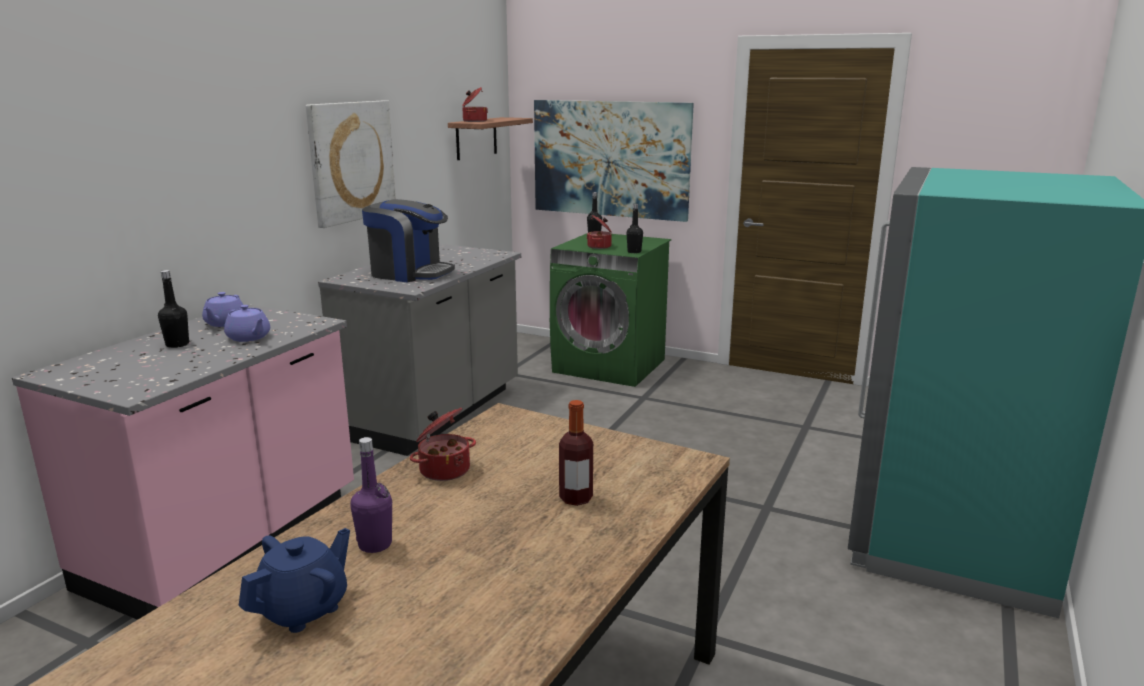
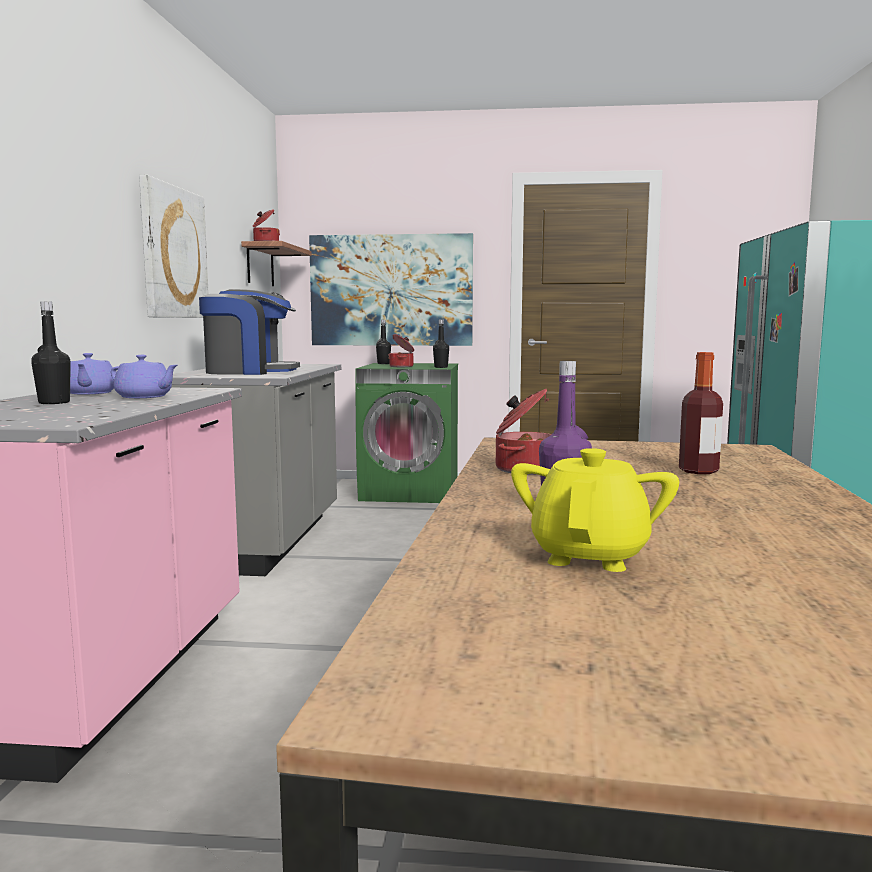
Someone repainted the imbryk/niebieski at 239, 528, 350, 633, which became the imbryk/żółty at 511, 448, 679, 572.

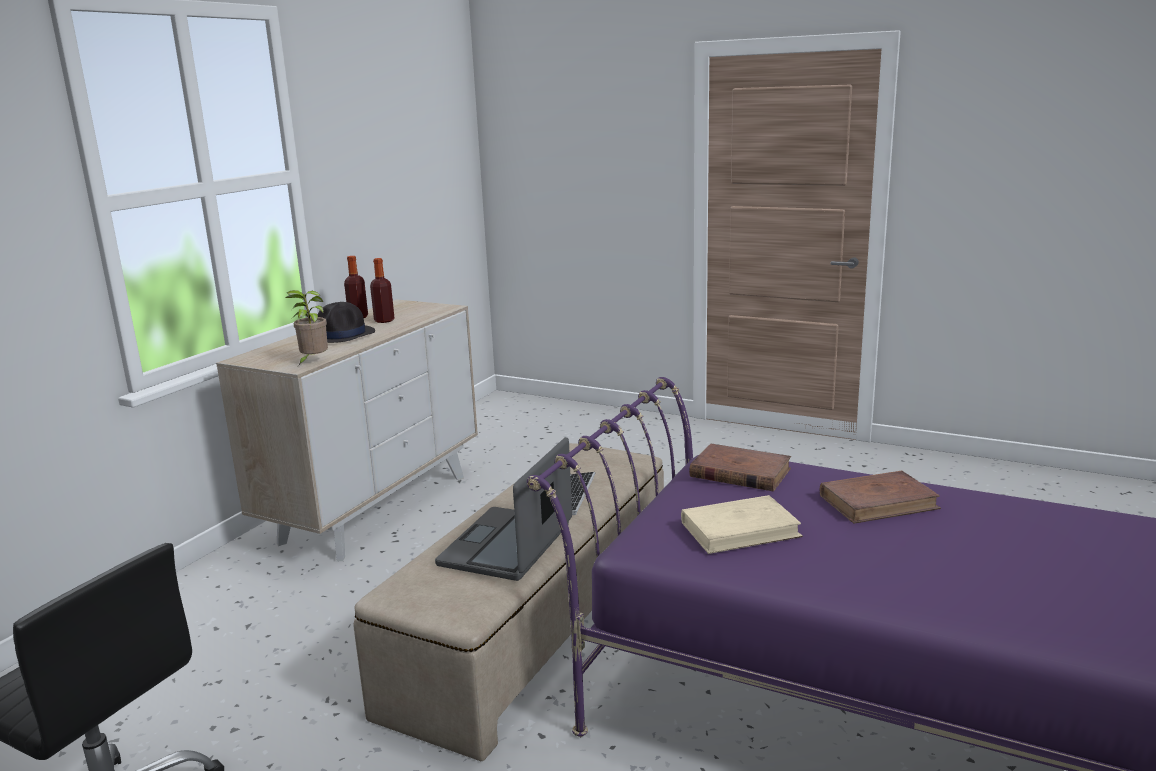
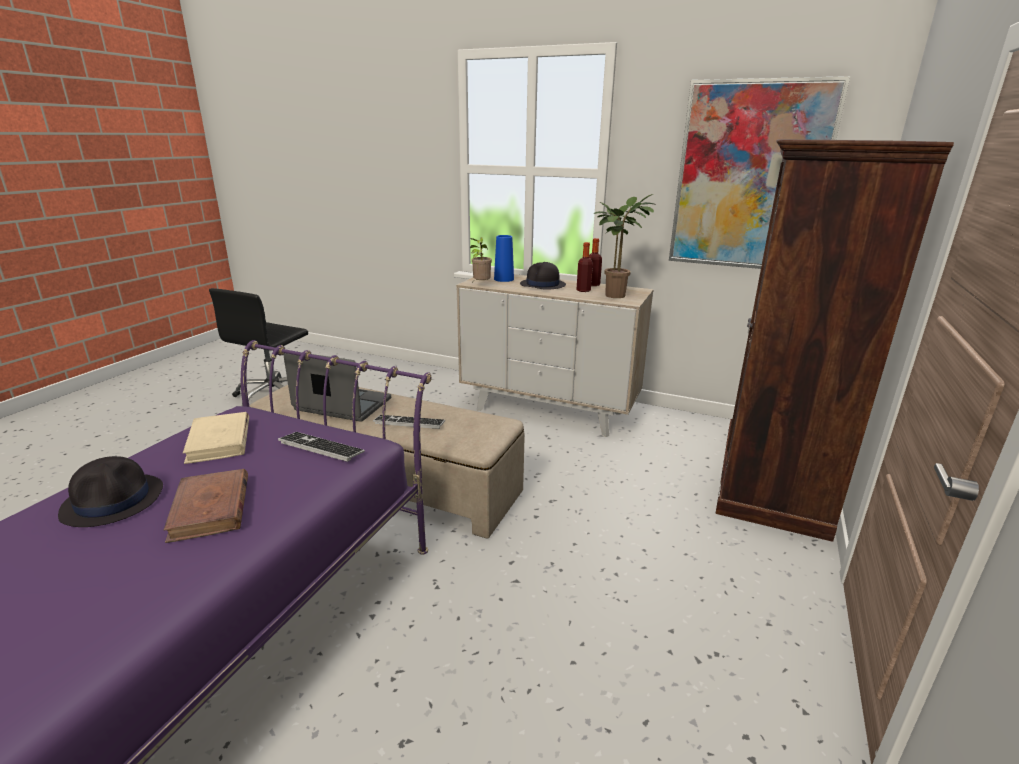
Someone put down the kapelusz/czarny at 58, 456, 163, 527.
Someone put down the wazon/niebieski at 494, 235, 514, 282.
Someone put down the roślina doniczkowa at 594, 194, 654, 298.
Someone put up the obraz at 669, 76, 850, 269.
Someone put down the szafa/brązowy at 716, 139, 954, 542.
Someone swapped the książka/brązowy at 689, 444, 791, 492 for the klawiatura at 278, 432, 365, 462.

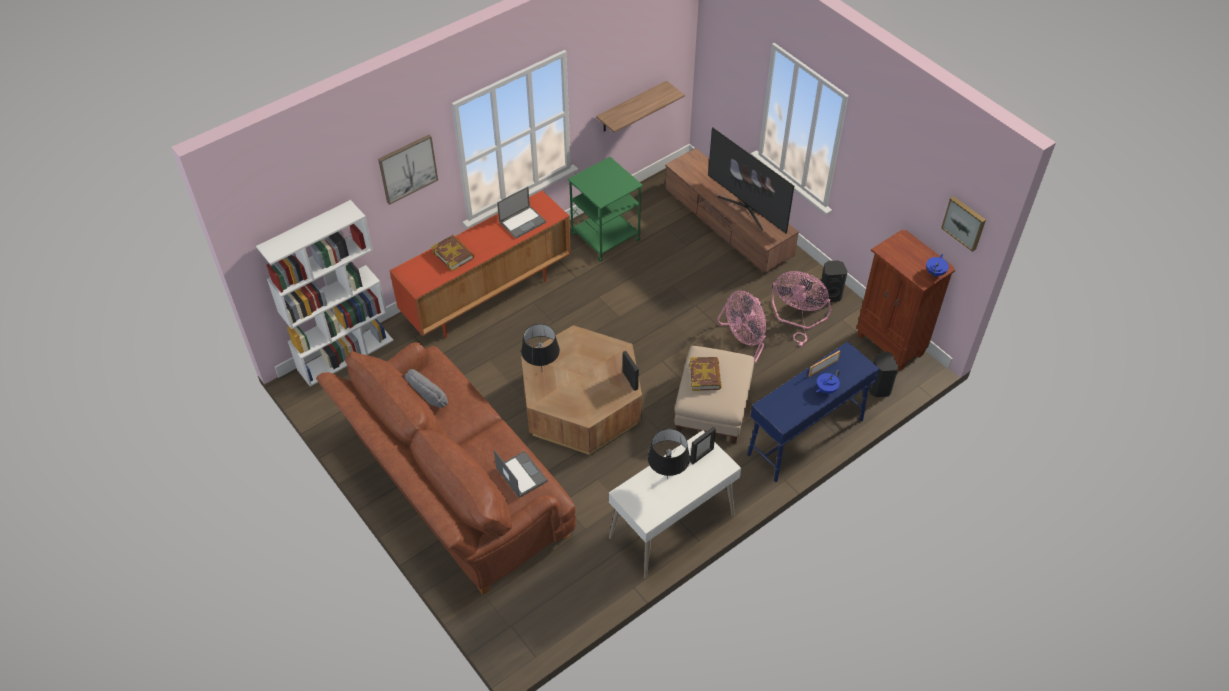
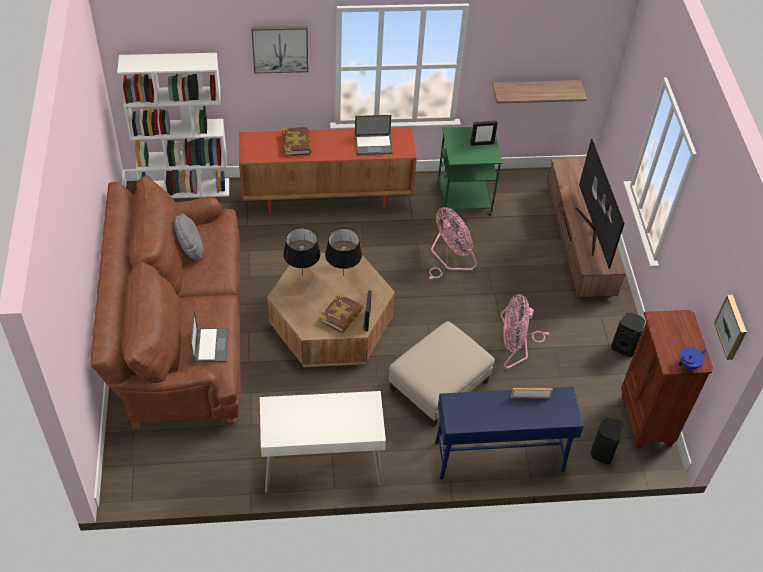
Someone took away the imbryk/niebieski at 816, 370, 840, 394.
Someone carried the lampa stołowa/czarny from 647, 429, 690, 479 to 325, 228, 362, 270.
Someone carried the książka from 689, 357, 721, 391 to 320, 293, 363, 333.
Someone carried the ramka na zdjęcie from 690, 427, 716, 465 to 470, 121, 498, 146.
Someone carried the wentylator/różowy from 772, 271, 831, 347 to 429, 207, 477, 280.

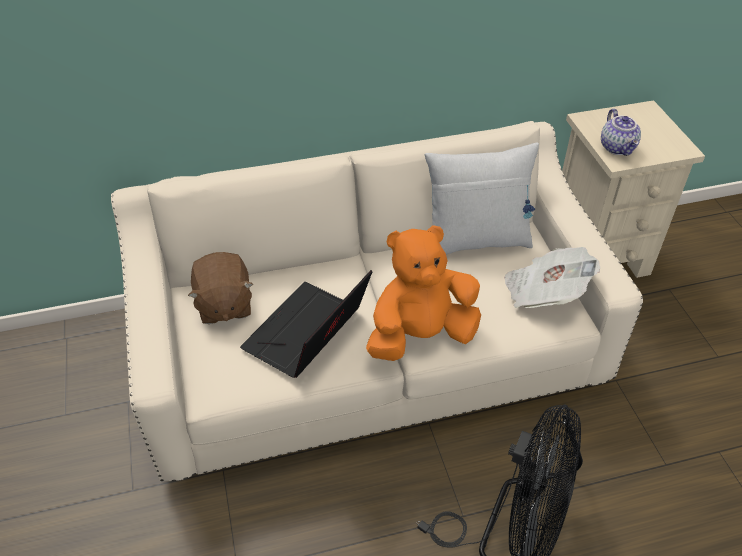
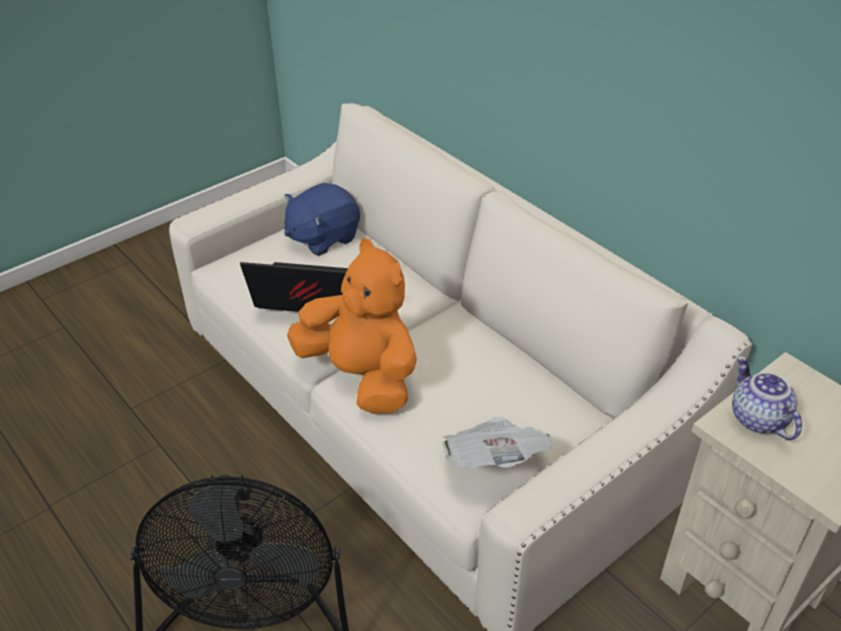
Someone took away the poduszka/szary at 425, 143, 539, 254.
Someone repainted the pluszak/brązowy at 188, 252, 253, 324, which became the pluszak/niebieski at 284, 183, 360, 256.
Someone rotated the imbryk at 601, 109, 641, 156 by 105 degrees clockwise.

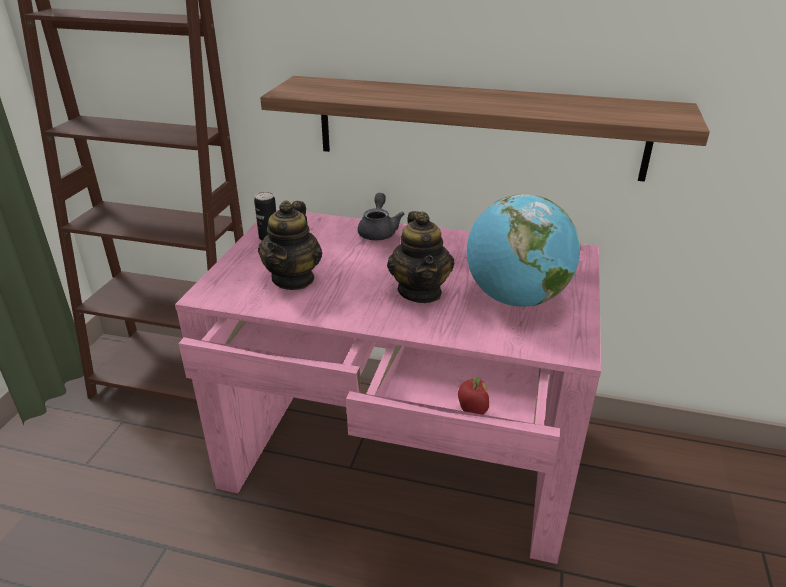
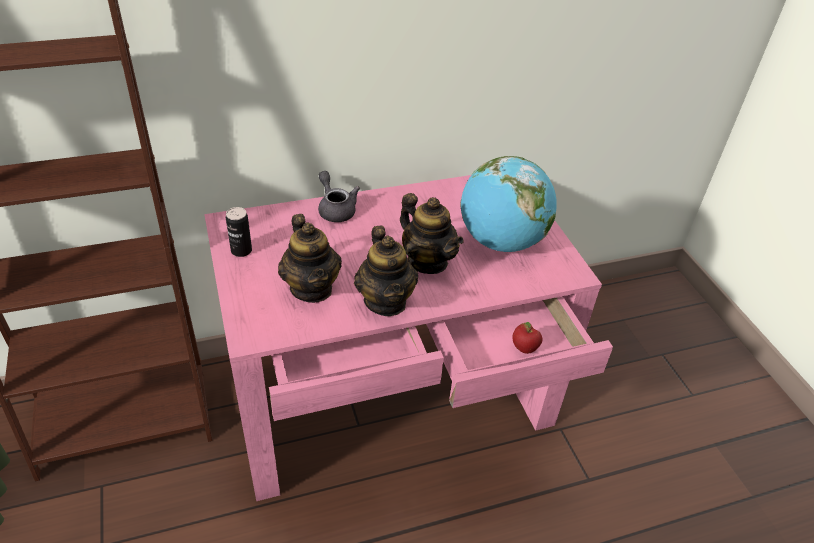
Someone took away the półka at 260, 76, 710, 182.
Someone put down the imbryk at 354, 226, 418, 316.

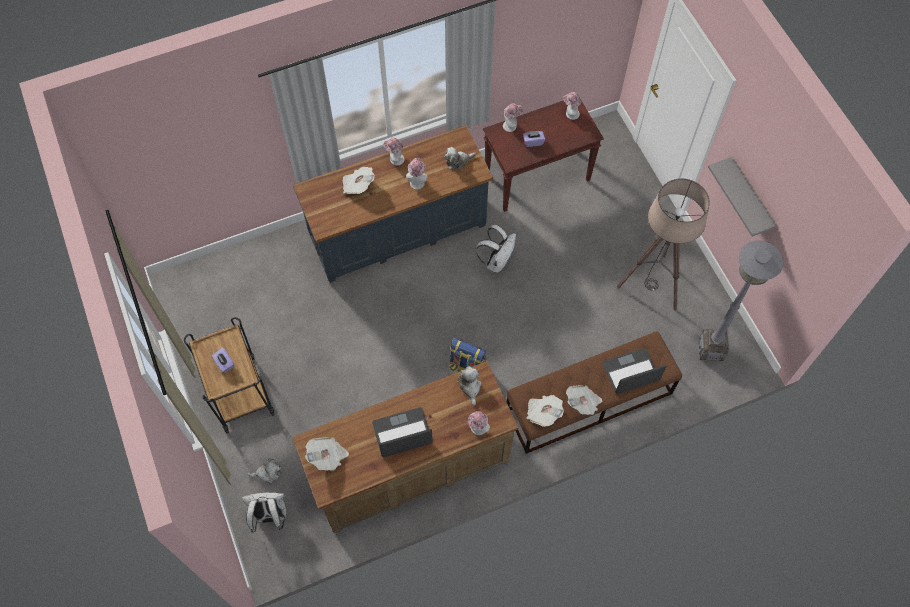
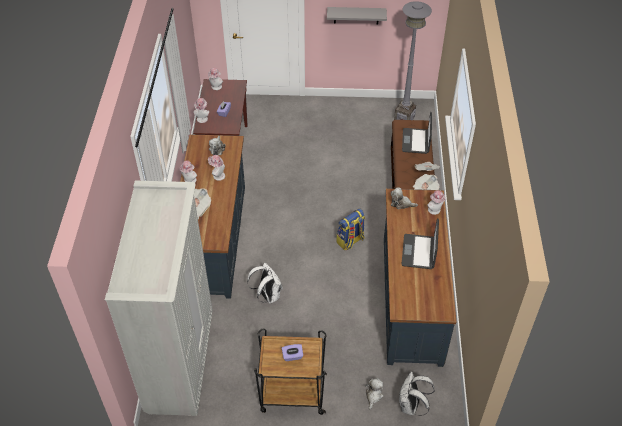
Someone took away the gazeta at 305, 437, 349, 471.
Someone took away the lampa stojąca at 617, 179, 710, 311.
Someone put down the szafa/biały at 105, 181, 213, 416.
Someone carried the plecak/biały from 475, 225, 516, 273 to 247, 263, 283, 303.

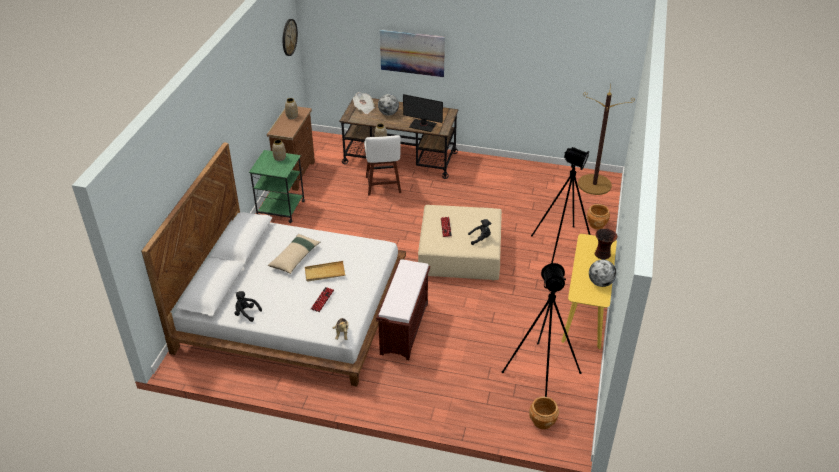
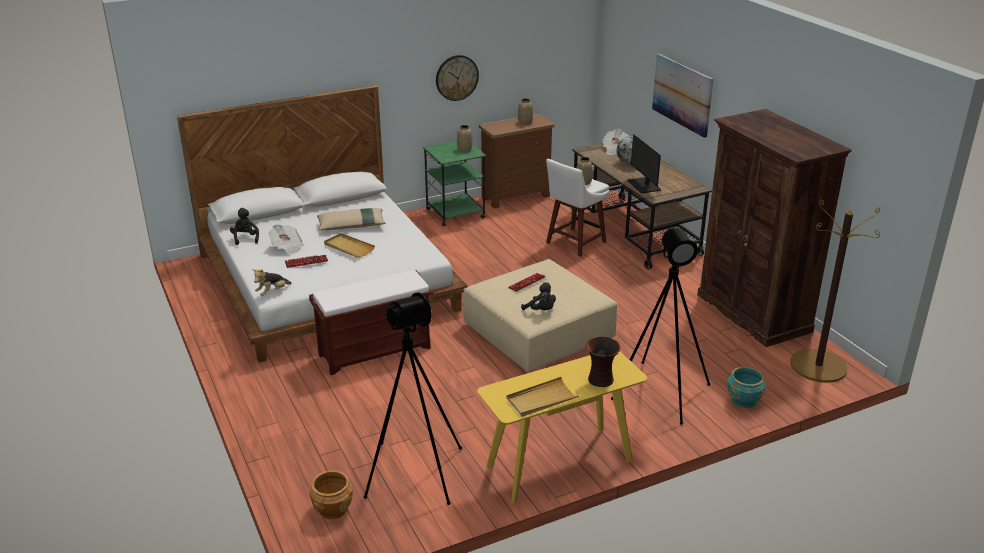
Someone put down the gazeta at 268, 224, 304, 255.
Someone put down the szafa/brązowy at 697, 109, 852, 347.
Someone carried the zegar ścienny from 283, 19, 298, 56 to 436, 55, 479, 101.
Someone swapped the globus at 589, 260, 617, 287 for the taca/beżowy at 506, 377, 579, 417.
Someone repainted the donica/brązowy at 587, 204, 610, 229, which became the donica/turkusowy at 728, 367, 766, 408.

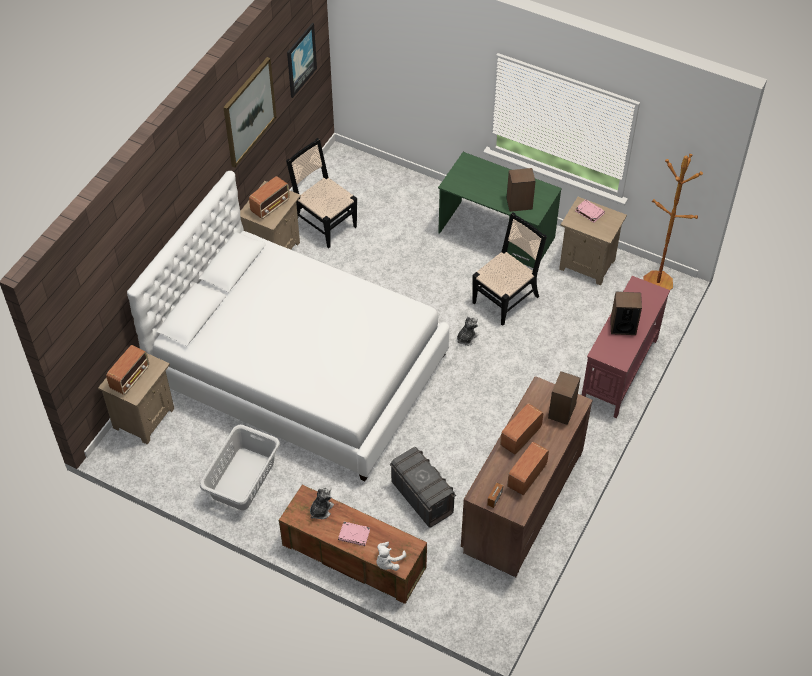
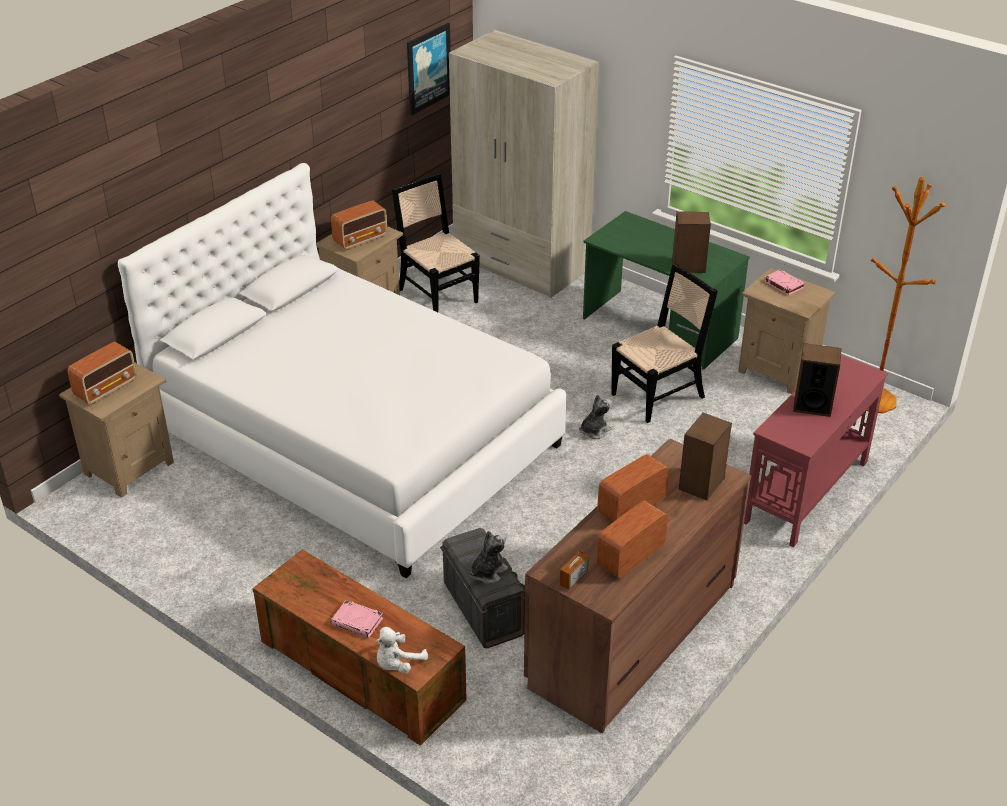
Someone took away the kosz na pranie/szary at 200, 425, 280, 510.
Someone took away the obraz at 223, 57, 277, 168.
Someone put down the szafa/beżowy at 449, 30, 599, 298.
Someone carried the pluszak from 310, 486, 334, 519 to 470, 531, 508, 584.

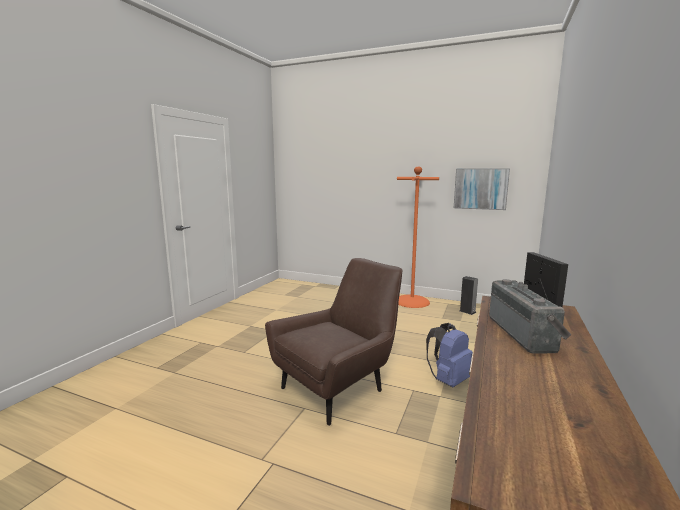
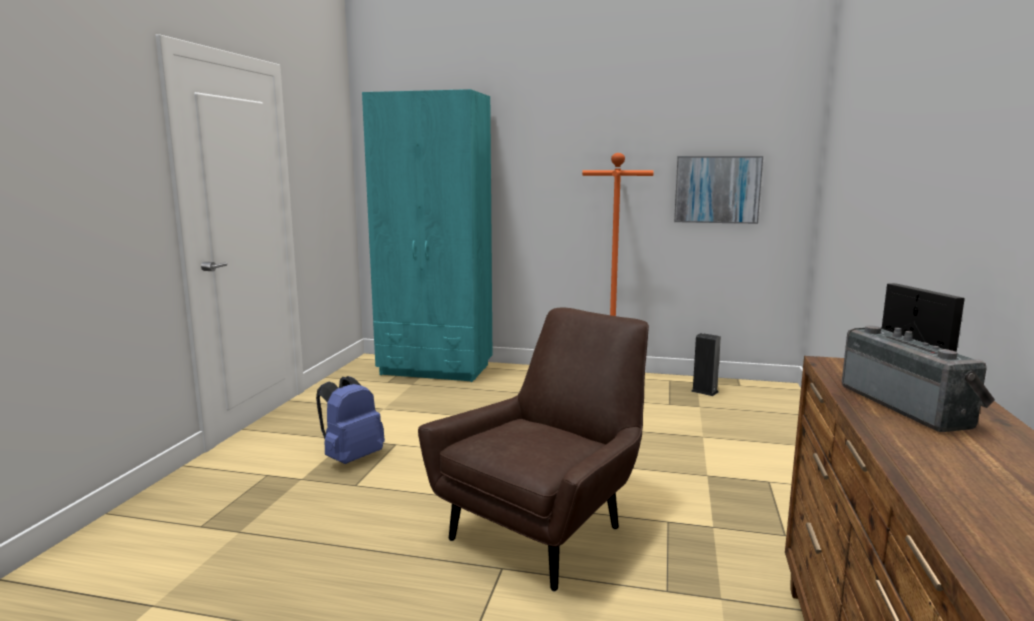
Someone put down the szafa/turkusowy at 362, 89, 492, 382.
Someone carried the plecak/niebieski from 426, 323, 473, 387 to 316, 376, 385, 464.

